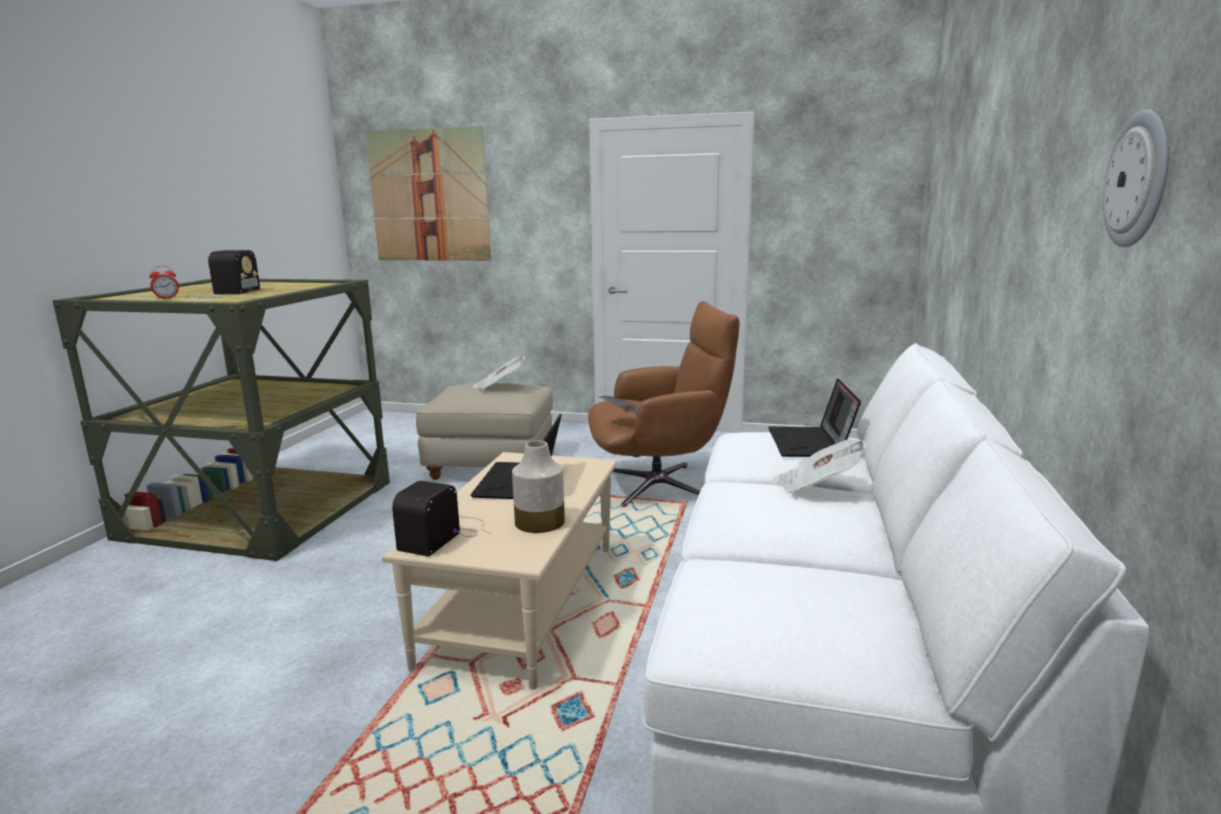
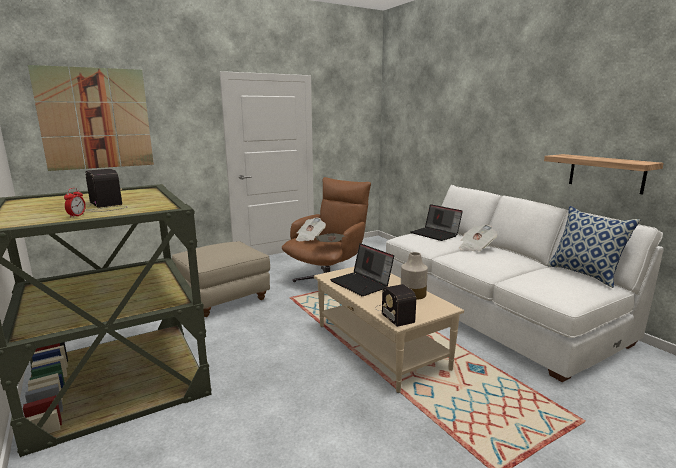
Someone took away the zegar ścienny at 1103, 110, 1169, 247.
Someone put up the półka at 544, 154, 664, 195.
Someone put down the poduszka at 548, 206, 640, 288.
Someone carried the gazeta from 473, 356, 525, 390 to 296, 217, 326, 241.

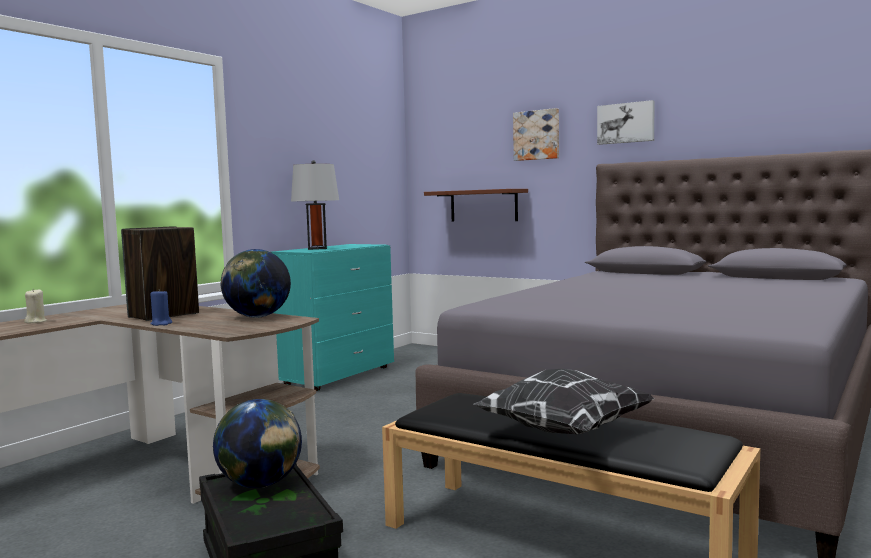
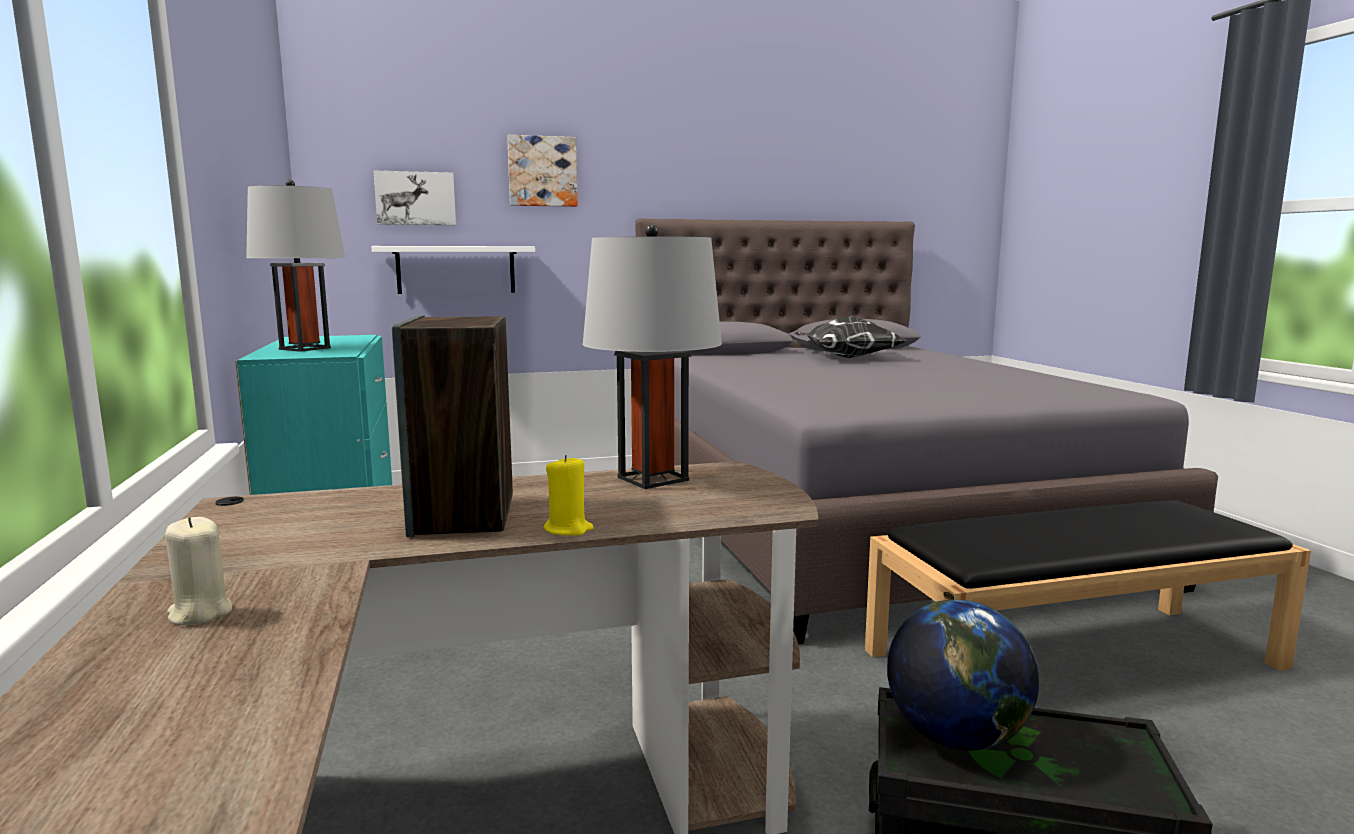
Someone carried the poduszka from 473, 369, 655, 435 to 794, 316, 906, 358.
Someone carried the obraz from 597, 100, 655, 145 to 374, 171, 456, 225.
Someone swapped the globus at 221, 249, 291, 318 for the lampa stołowa/szary at 582, 224, 722, 489.
Someone repainted the świeca/niebieski at 150, 289, 172, 326, which became the świeca/żółty at 544, 455, 594, 536.
Someone repainted the półka/brązowy at 424, 189, 528, 222, which became the półka/biały at 371, 246, 535, 294.

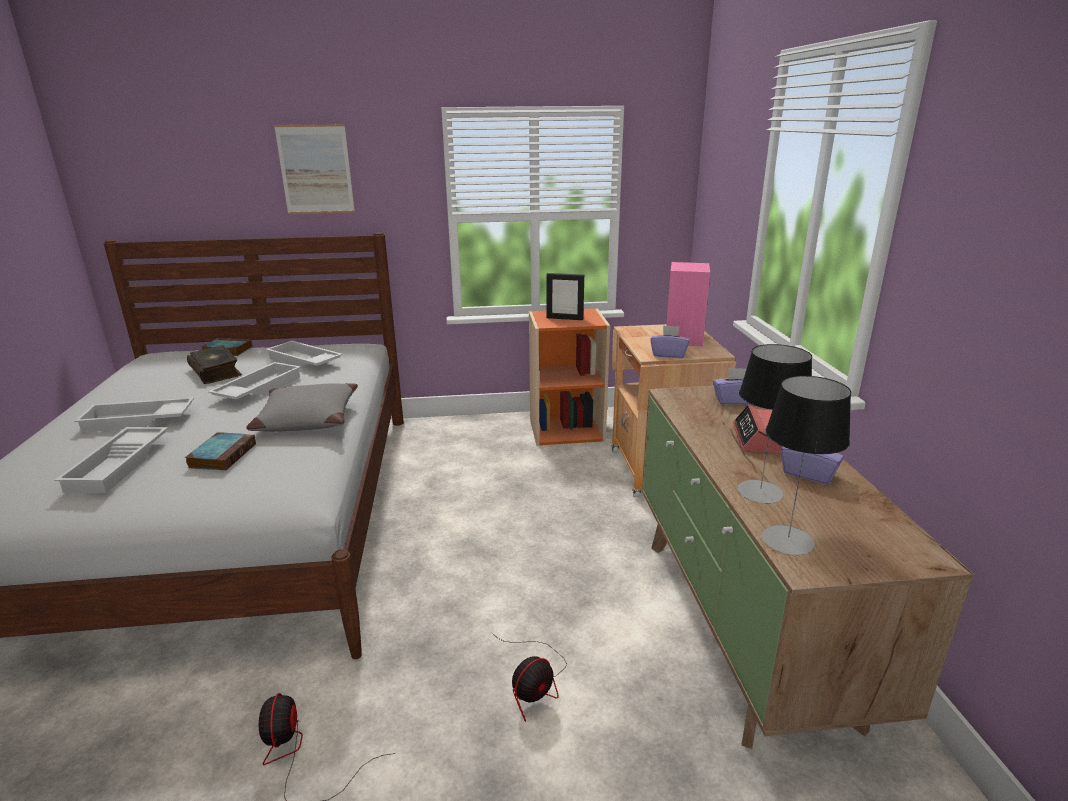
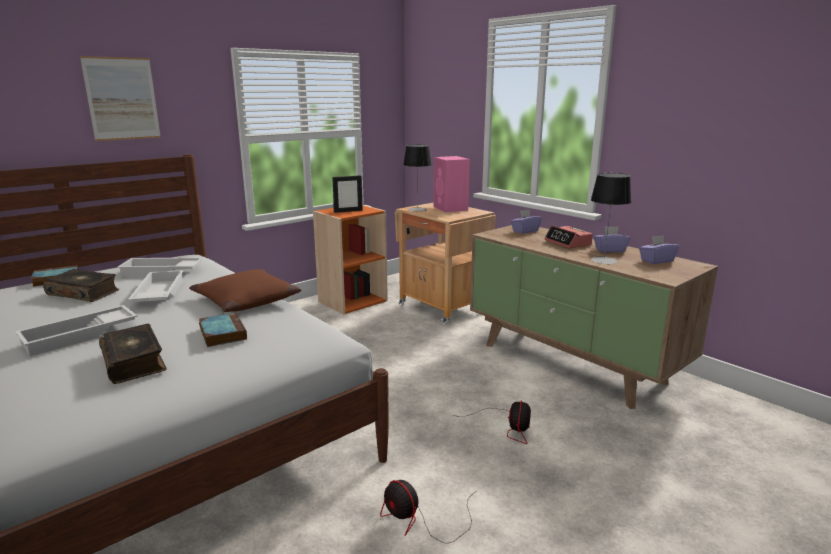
Someone carried the pudełko chusteczek/fioletowy from 651, 325, 689, 358 to 639, 235, 679, 264.
Someone carried the lampa stołowa from 762, 376, 851, 555 to 403, 145, 432, 212.
Someone swapped the taca/biały at 54, 427, 168, 493 for the książka at 99, 324, 167, 384.
Someone repainted the poduszka/szary at 246, 383, 358, 432, which became the poduszka/brązowy at 189, 269, 302, 312.

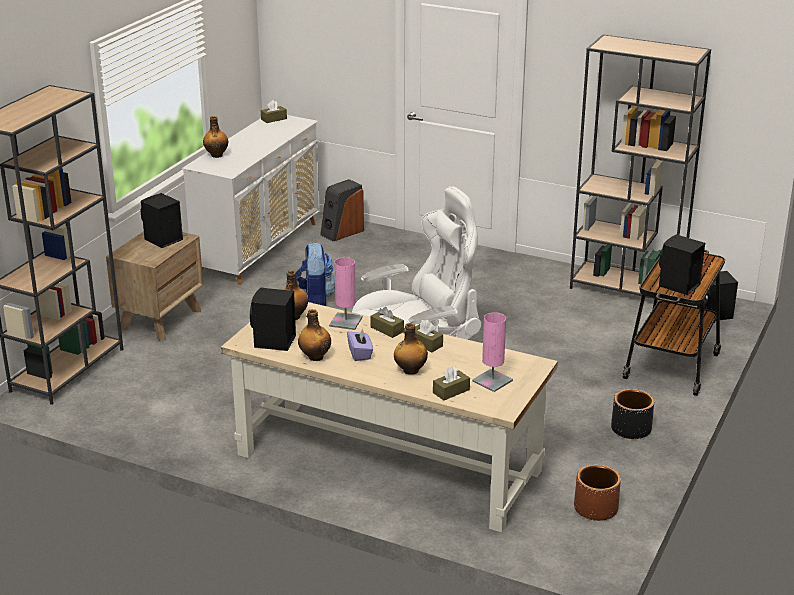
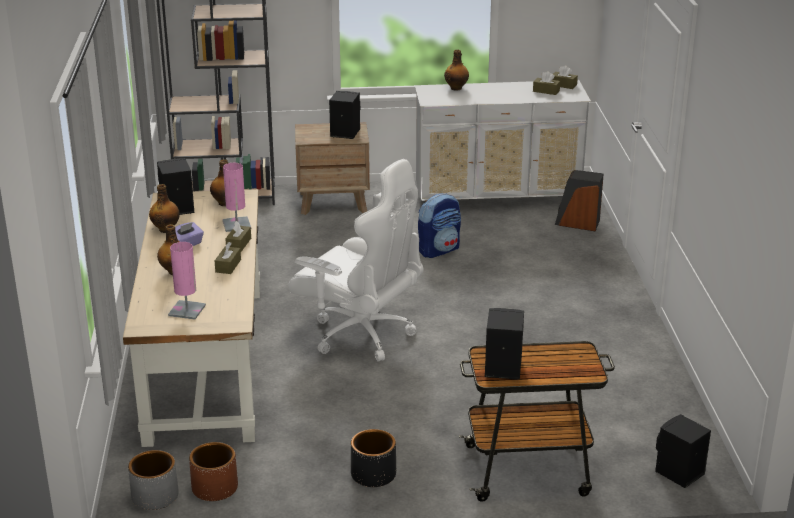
Someone took away the regał at 570, 35, 711, 299.
Someone put down the donica/szary at 128, 450, 179, 510.
Someone carried the pudełko chusteczek/brązowy from 433, 366, 470, 401 to 533, 71, 560, 95.

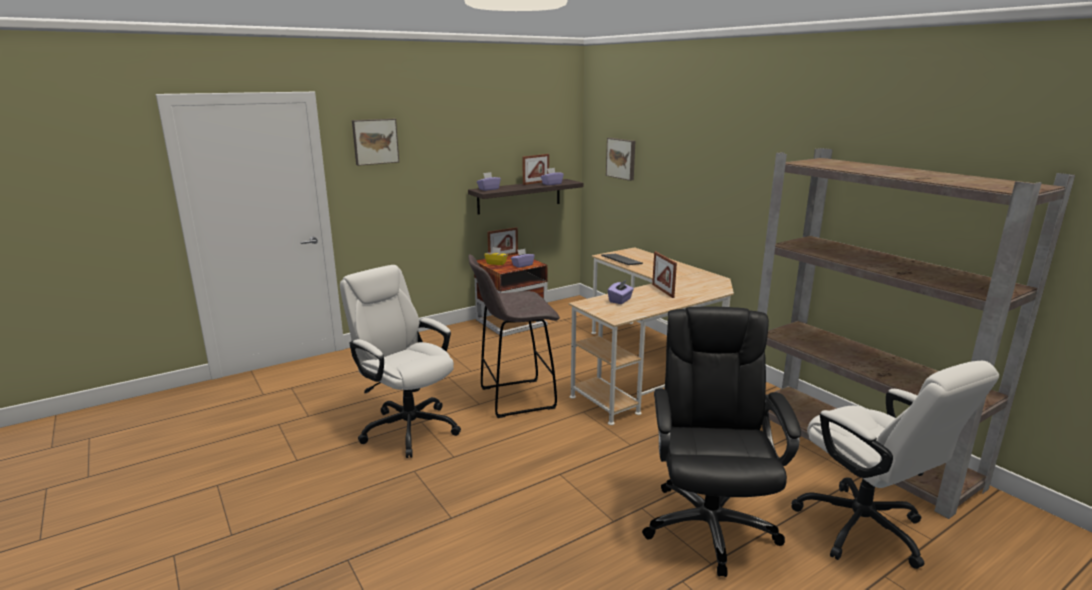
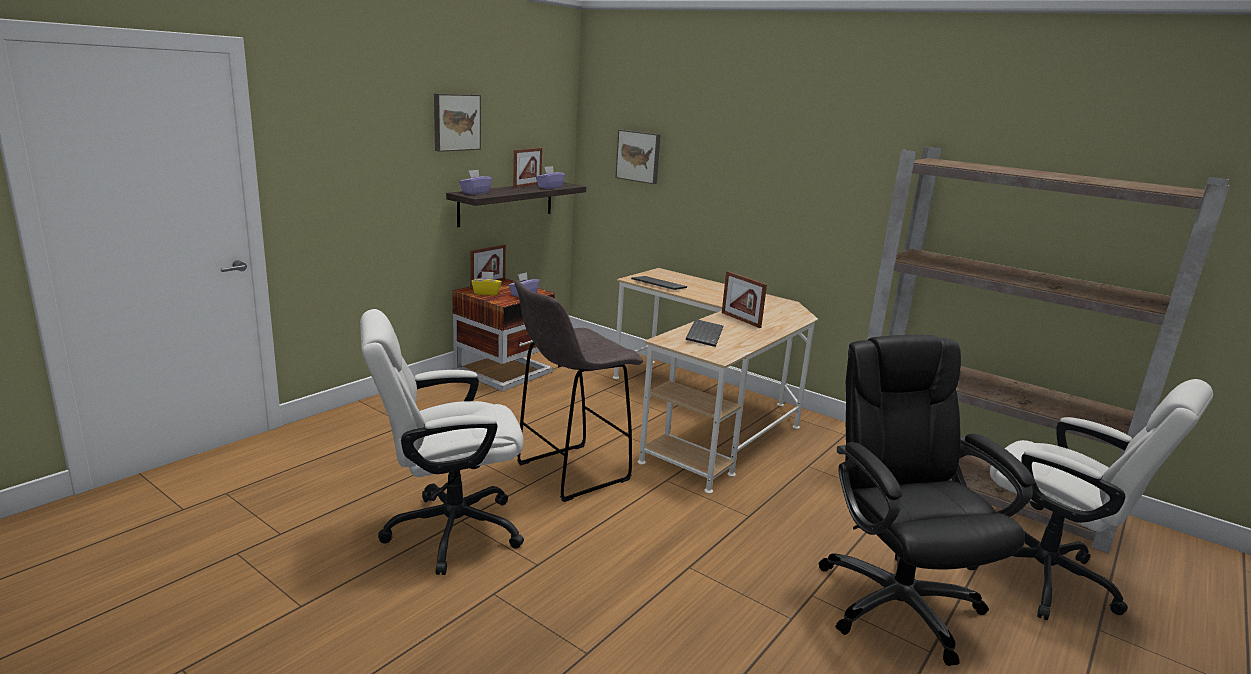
Someone carried the obraz from 352, 119, 399, 166 to 434, 93, 481, 152.
Someone swapped the pudełko chusteczek/fioletowy at 608, 280, 634, 304 for the klawiatura at 685, 319, 723, 347.
Someone rotated the krzesło biurowe/biały at 340, 265, 461, 458 by 45 degrees counterclockwise.

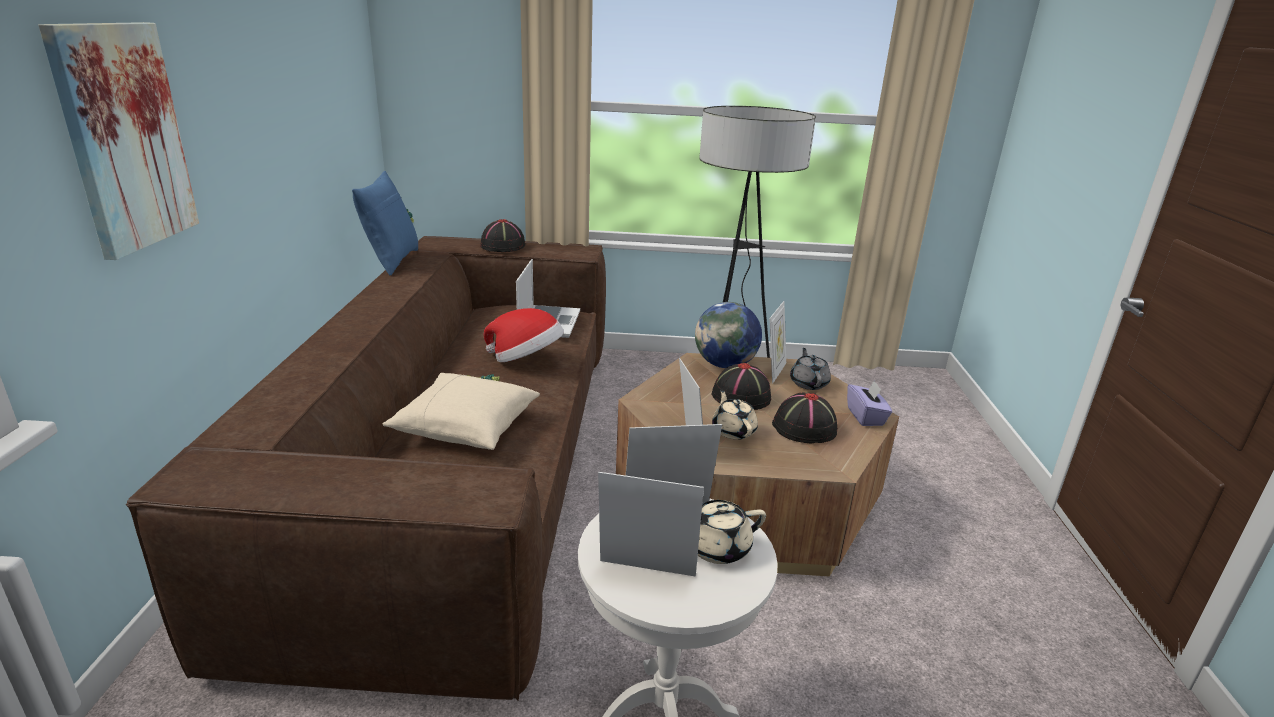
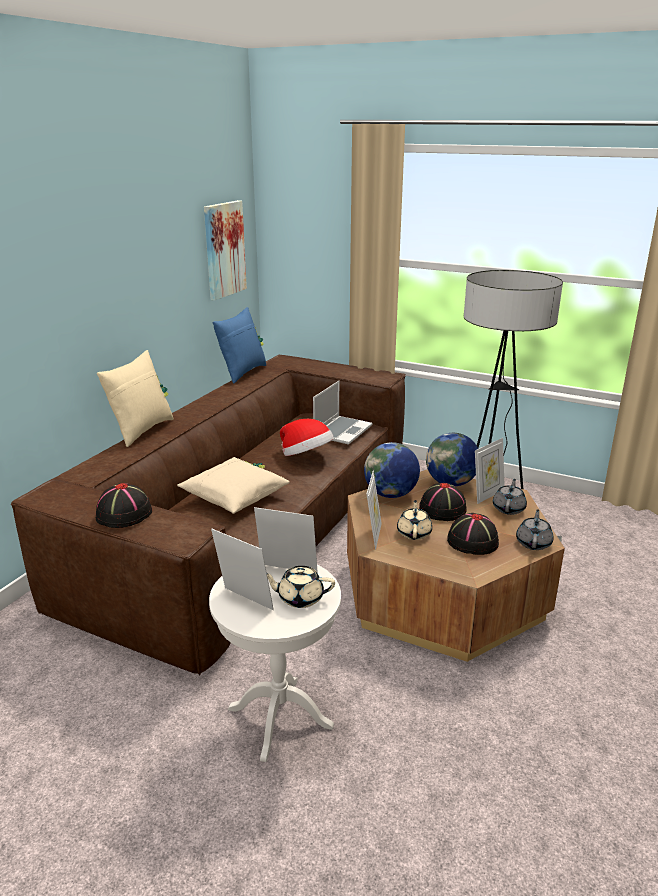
Someone put down the poduszka/beżowy at 97, 350, 174, 447.
Someone put down the globus at 364, 442, 420, 498.
Someone carried the obraz from 38, 22, 199, 260 to 204, 200, 247, 301.
Someone carried the kapelusz/czarny from 480, 219, 525, 252 to 96, 483, 152, 528.
Someone swapped the pudełko chusteczek/fioletowy at 847, 381, 892, 426 for the imbryk/szary at 516, 509, 554, 550.

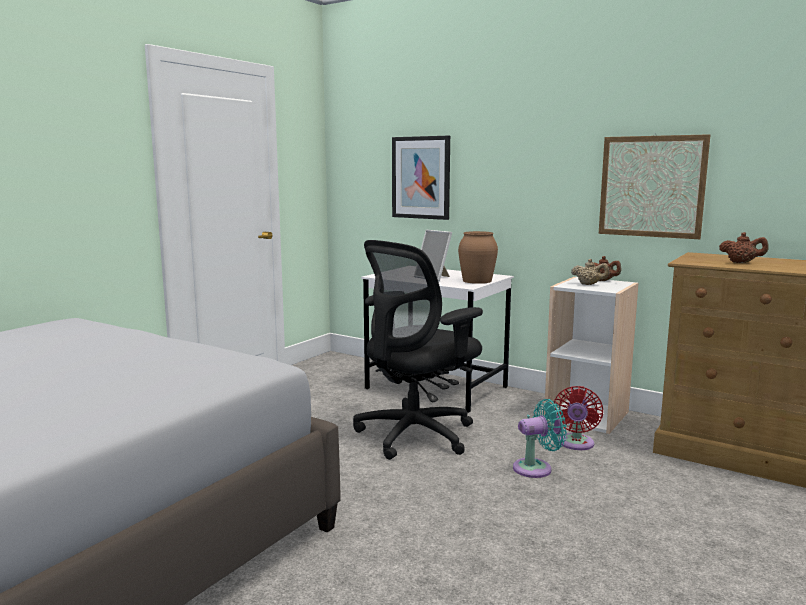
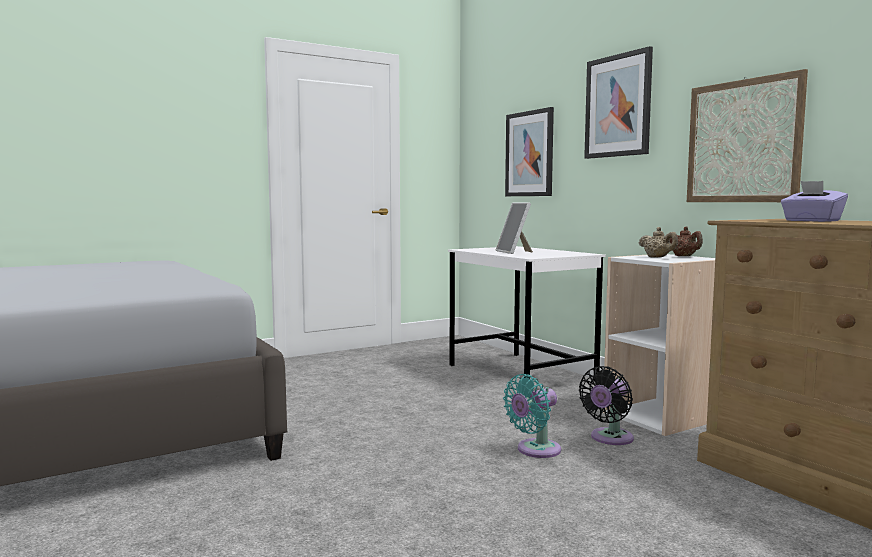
Someone took away the krzesło biurowe/czarny at 353, 240, 483, 460.
Someone took away the wazon/brązowy at 458, 231, 498, 284.
Someone put up the obraz at 584, 46, 653, 159.
Someone swapped the imbryk/brązowy at 719, 232, 769, 263 for the pudełko chusteczek/fioletowy at 781, 181, 848, 222.
Someone repainted the wentylator/czerwony at 553, 386, 603, 450, which became the wentylator/czarny at 579, 366, 634, 445.
Someone rotated the wentylator/turkusowy at 513, 399, 567, 478 by 135 degrees clockwise.

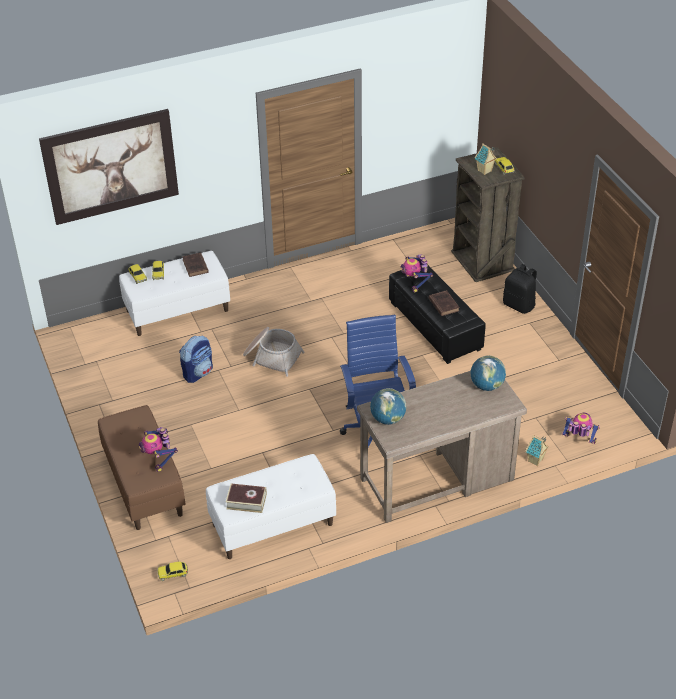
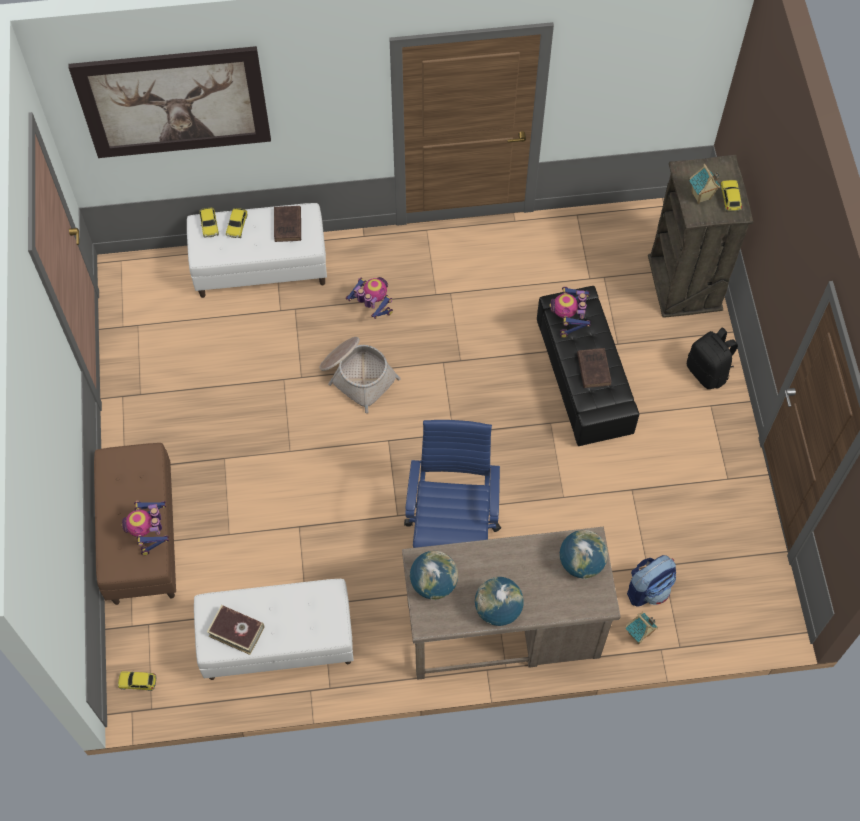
Someone put down the globus at 475, 577, 524, 626.
Someone carried the plecak from 179, 336, 213, 383 to 627, 555, 676, 607.
Someone carried the robot zabawkowy from 562, 413, 600, 444 to 346, 277, 393, 319.

